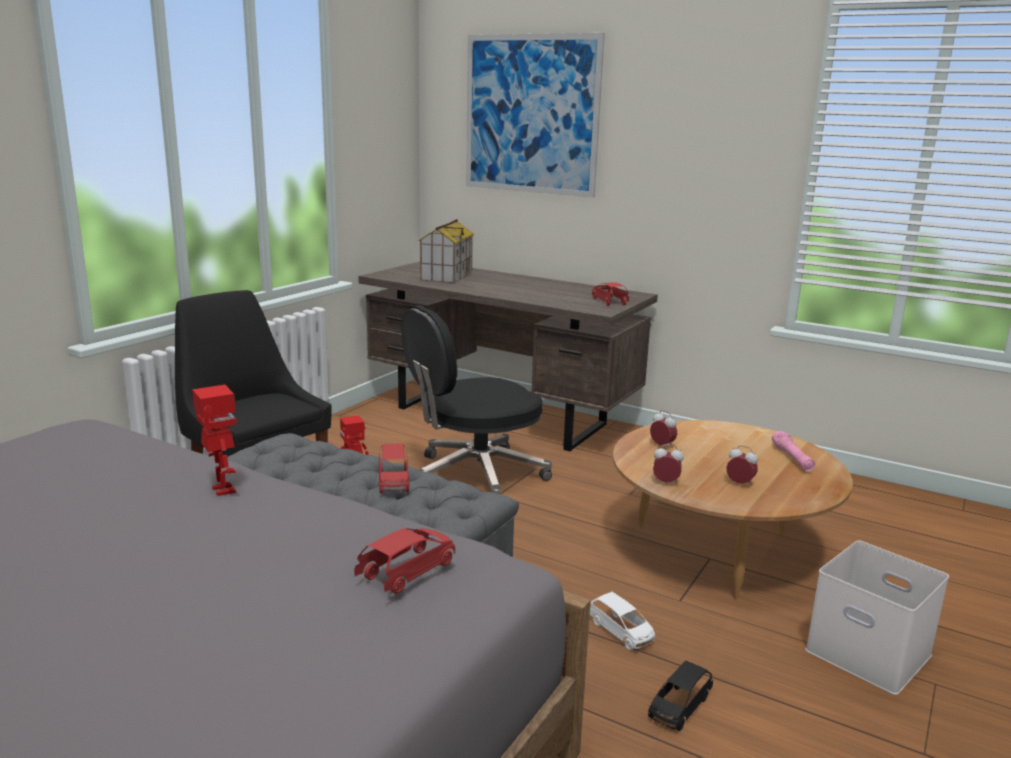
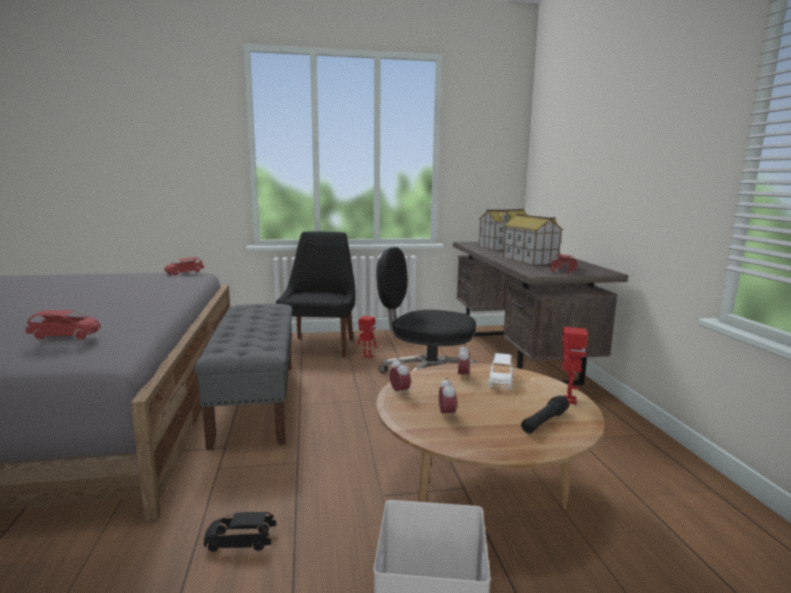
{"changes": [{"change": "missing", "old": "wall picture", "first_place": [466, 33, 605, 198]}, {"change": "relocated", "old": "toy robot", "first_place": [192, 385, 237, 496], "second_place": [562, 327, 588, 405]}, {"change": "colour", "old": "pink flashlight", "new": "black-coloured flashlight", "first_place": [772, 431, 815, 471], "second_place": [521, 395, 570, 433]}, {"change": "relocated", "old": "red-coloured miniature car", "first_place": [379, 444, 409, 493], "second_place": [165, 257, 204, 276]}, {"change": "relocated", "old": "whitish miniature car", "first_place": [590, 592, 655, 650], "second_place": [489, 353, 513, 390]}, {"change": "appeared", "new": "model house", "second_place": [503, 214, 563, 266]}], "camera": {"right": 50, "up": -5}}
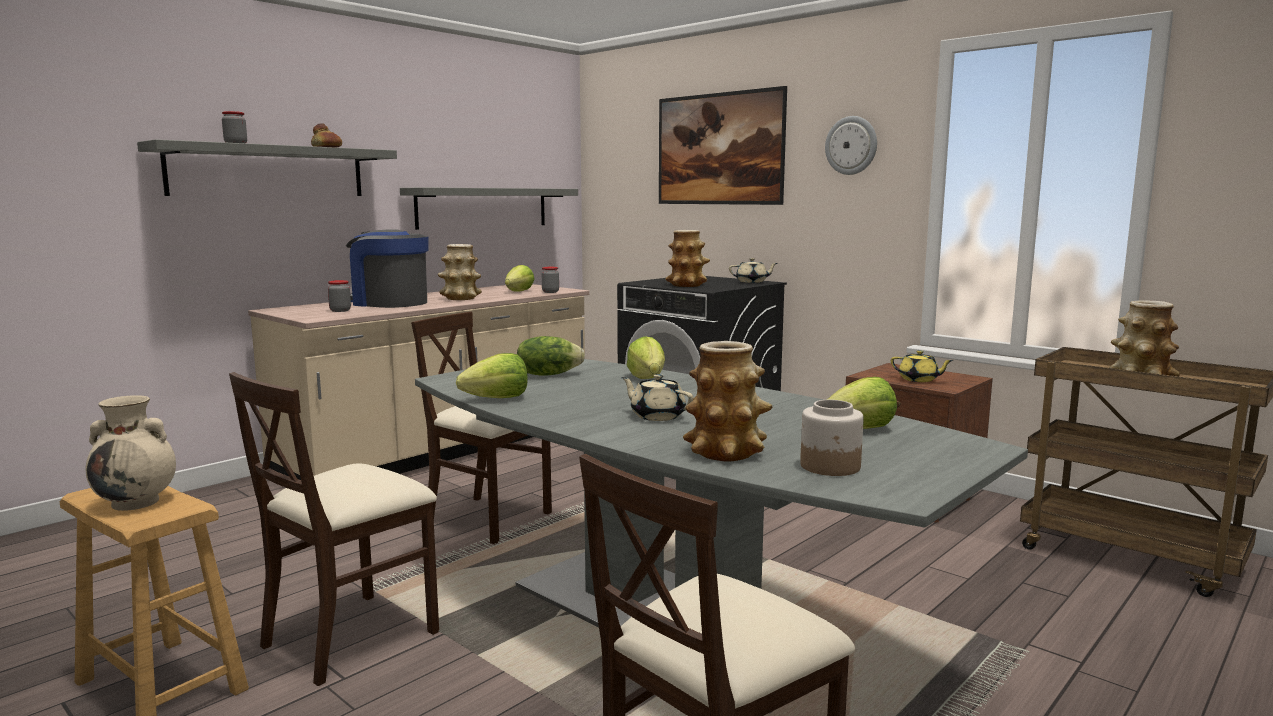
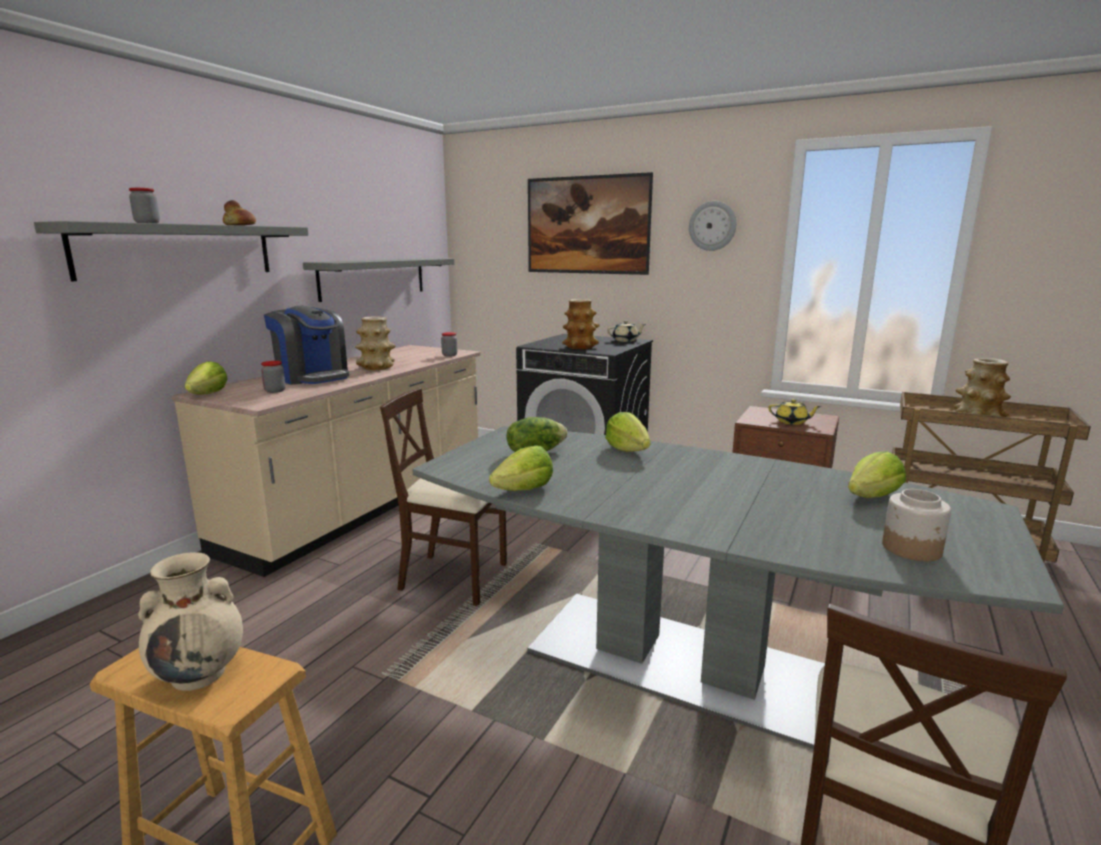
{"changes": [{"change": "spun", "old": "coffee brewer", "first_place": [346, 229, 429, 308], "second_place": [264, 306, 349, 385], "degrees": -150}, {"change": "relocated", "old": "head of lettuce", "first_place": [505, 265, 535, 292], "second_place": [185, 361, 228, 395]}, {"change": "missing", "old": "flower vase", "first_place": [683, 341, 772, 462]}, {"change": "missing", "old": "sand-coloured plain chair", "first_place": [229, 372, 439, 686]}, {"change": "missing", "old": "sand-coloured teapot", "first_place": [621, 374, 694, 421]}], "camera": {"right": -15, "up": 5}}
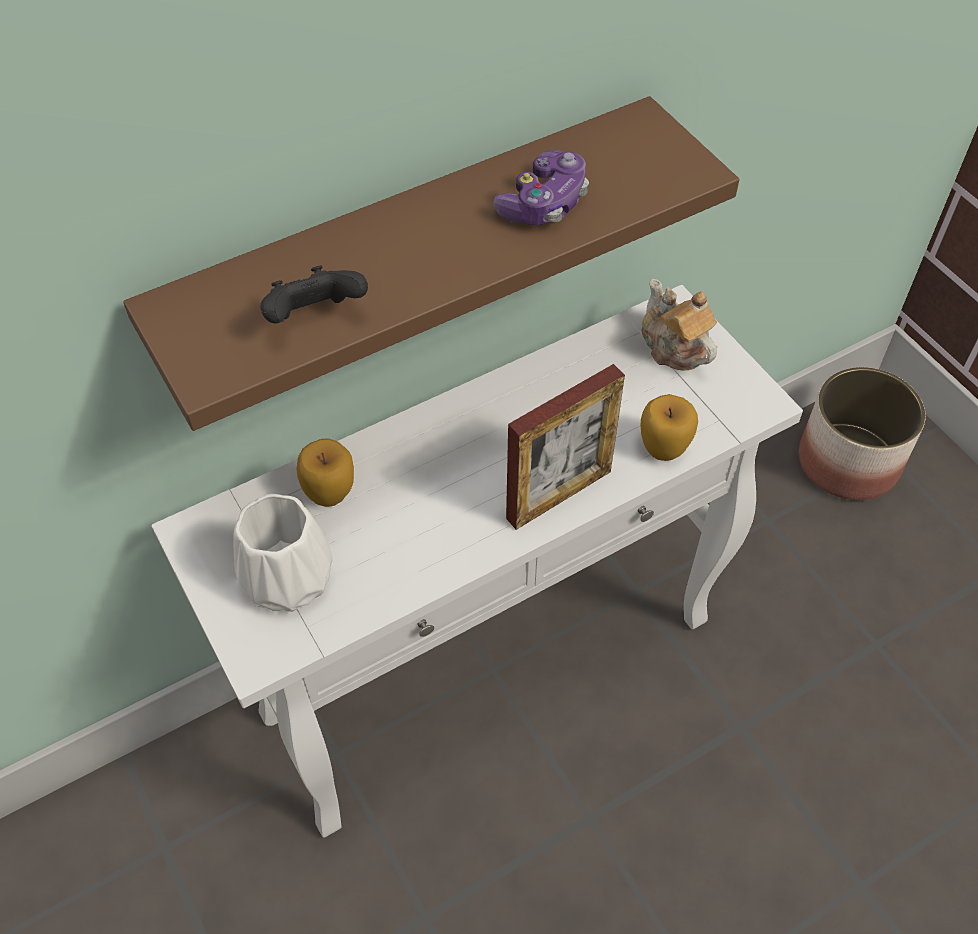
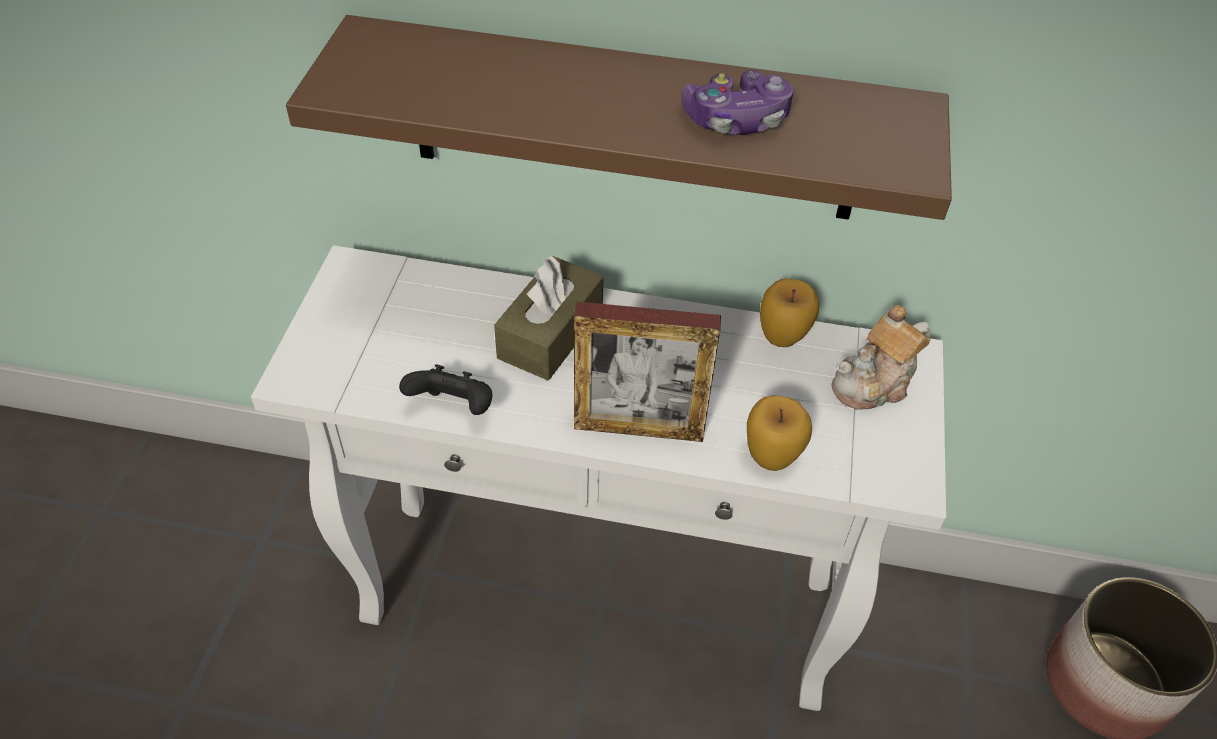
{"changes": [{"change": "relocated", "old": "black-coloured game controller", "first_place": [261, 266, 368, 323], "second_place": [399, 364, 492, 415]}, {"change": "spun", "old": "teapot", "first_place": [641, 279, 717, 371], "second_place": [832, 305, 930, 410], "degrees": -135}, {"change": "relocated", "old": "apple", "first_place": [296, 438, 354, 507], "second_place": [760, 279, 819, 347]}, {"change": "missing", "old": "whitish flower vase", "first_place": [233, 494, 333, 612]}, {"change": "appeared", "new": "brown tissue holder", "second_place": [494, 256, 604, 380]}], "camera": {"right": 40, "up": -5}}
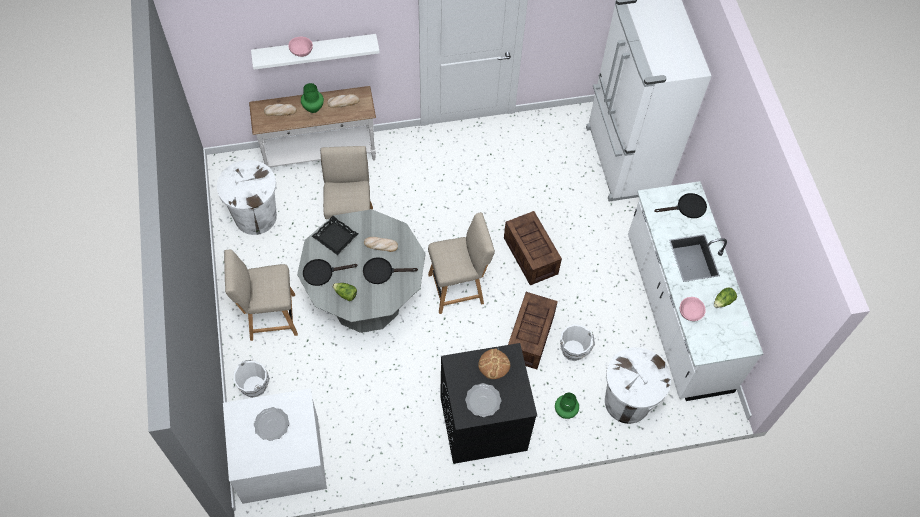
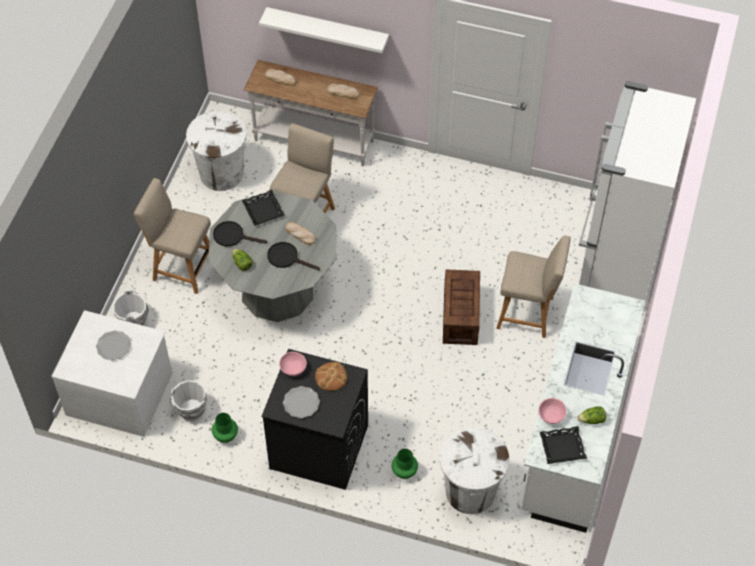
{"changes": [{"change": "relocated", "old": "pink deep dish", "first_place": [288, 37, 313, 57], "second_place": [279, 352, 307, 376]}, {"change": "relocated", "old": "green flower vase", "first_place": [301, 83, 324, 113], "second_place": [212, 413, 238, 443]}, {"change": "missing", "old": "black-coloured skillet", "first_place": [654, 193, 707, 218]}, {"change": "relocated", "old": "sand-coloured plain chair", "first_place": [428, 212, 495, 314], "second_place": [496, 235, 571, 338]}, {"change": "missing", "old": "packing crate", "first_place": [508, 292, 558, 369]}, {"change": "relocated", "old": "whitish bucket", "first_place": [560, 324, 595, 361], "second_place": [170, 380, 207, 421]}, {"change": "appeared", "new": "black-coloured tray", "second_place": [540, 426, 587, 464]}], "camera": {"right": 30, "up": -5}}
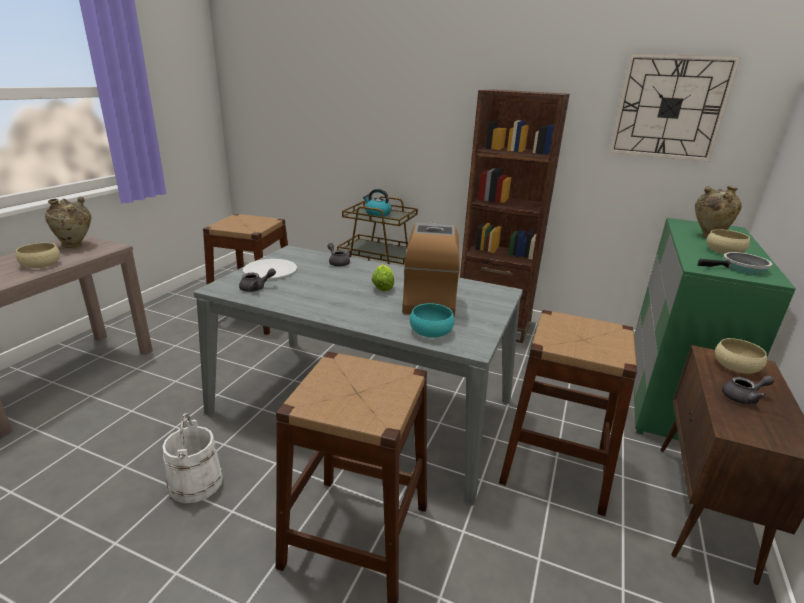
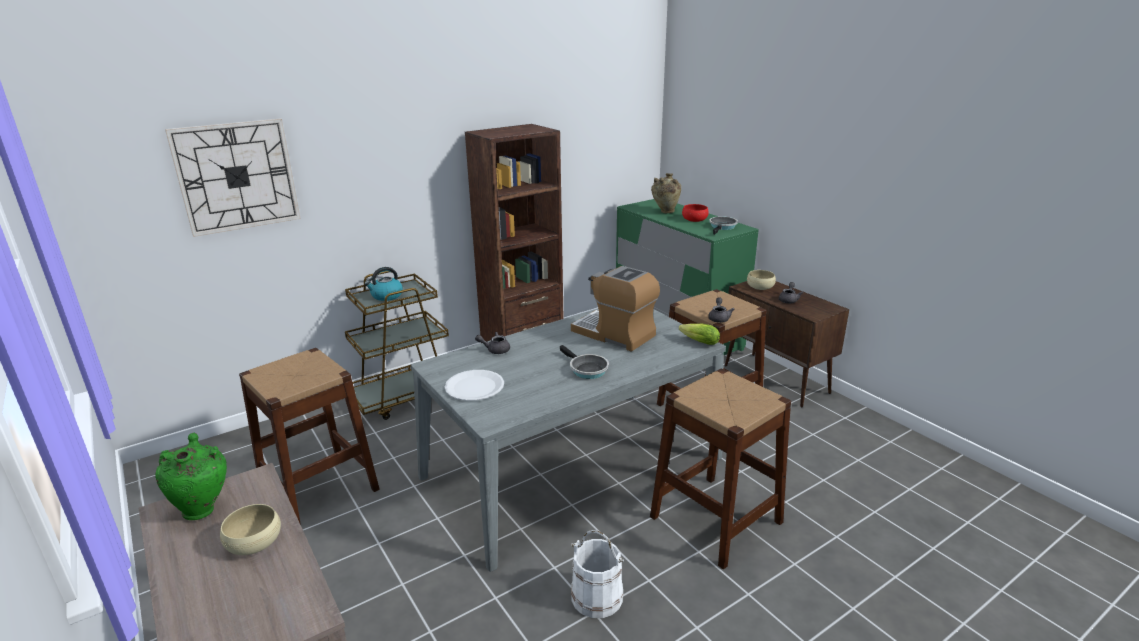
{"changes": [{"change": "relocated", "old": "hanging clock", "first_place": [609, 54, 741, 162], "second_place": [165, 118, 301, 237]}, {"change": "colour", "old": "sand-coloured flower vase", "new": "green flower vase", "first_place": [45, 197, 92, 248], "second_place": [155, 433, 227, 520]}, {"change": "colour", "old": "sand-coloured deep dish", "new": "red-coloured deep dish", "first_place": [706, 229, 750, 254], "second_place": [682, 204, 709, 222]}, {"change": "relocated", "old": "head of lettuce", "first_place": [372, 265, 394, 292], "second_place": [679, 323, 720, 345]}, {"change": "relocated", "old": "greyish teapot", "first_place": [239, 268, 276, 292], "second_place": [708, 297, 734, 323]}, {"change": "missing", "old": "blue-green deep dish", "first_place": [410, 303, 454, 338]}, {"change": "appeared", "new": "skillet", "second_place": [560, 345, 609, 379]}], "camera": {"right": -55, "up": 0}}
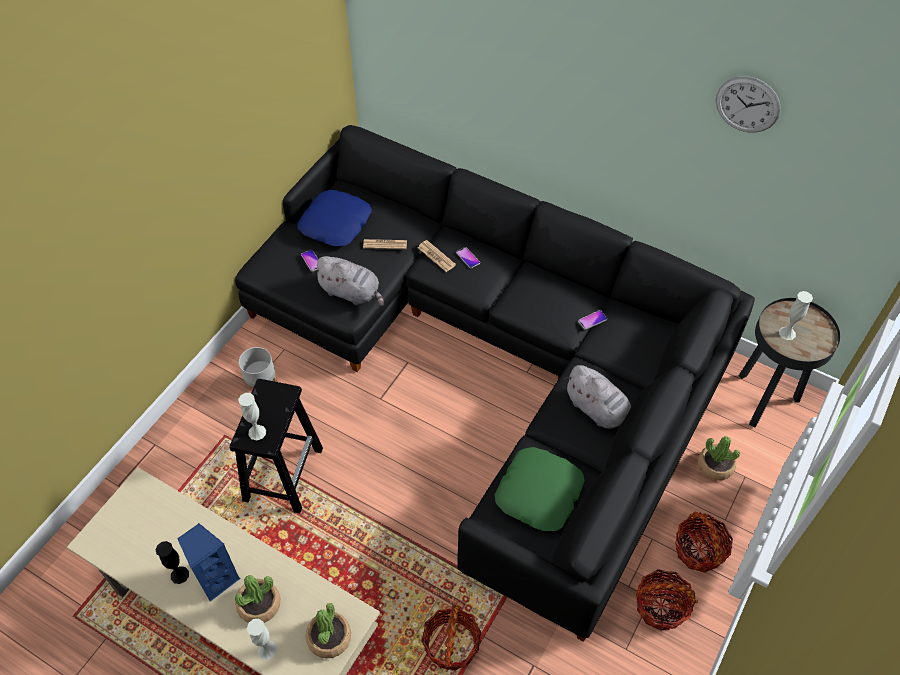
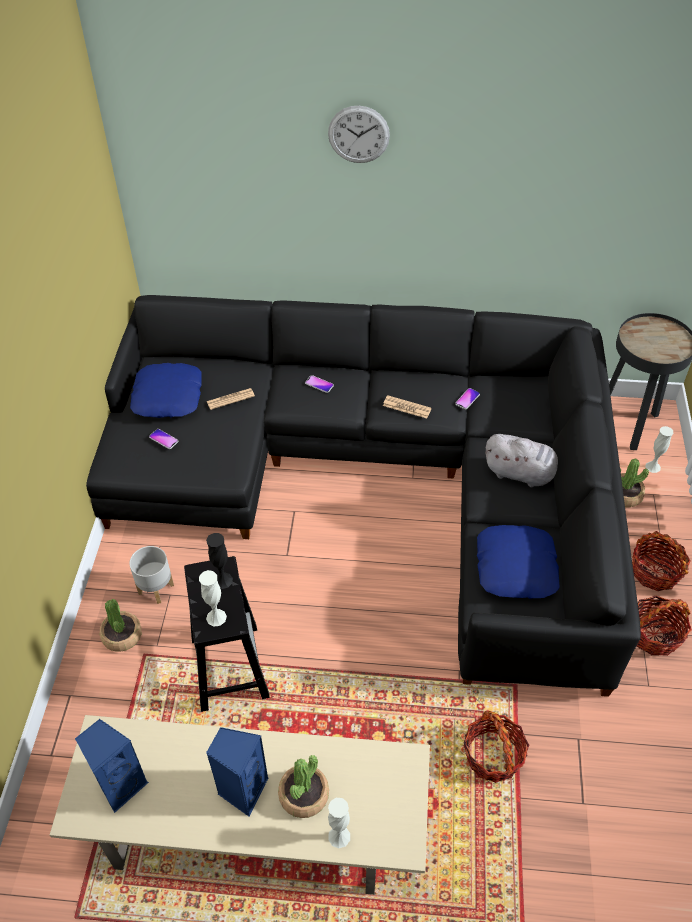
{"changes": [{"change": "relocated", "old": "hanging clock", "first_place": [716, 76, 781, 133], "second_place": [328, 106, 390, 163]}, {"change": "relocated", "old": "printed paper", "first_place": [418, 240, 456, 272], "second_place": [383, 395, 432, 419]}, {"change": "missing", "old": "greyish soft toy", "first_place": [313, 256, 384, 306]}, {"change": "relocated", "old": "whitish flower vase", "first_place": [779, 291, 813, 340], "second_place": [645, 426, 674, 473]}, {"change": "colour", "old": "green cushion", "new": "blue-coloured cushion", "first_place": [495, 447, 585, 531], "second_place": [477, 525, 560, 599]}, {"change": "relocated", "old": "black-coloured flower vase", "first_place": [156, 541, 189, 584], "second_place": [206, 533, 233, 589]}, {"change": "relocated", "old": "plant in a pot", "first_place": [306, 602, 351, 659], "second_place": [100, 599, 142, 651]}, {"change": "appeared", "new": "blue-coloured audio speaker", "second_place": [75, 719, 149, 813]}], "camera": {"right": -25, "up": -5}}
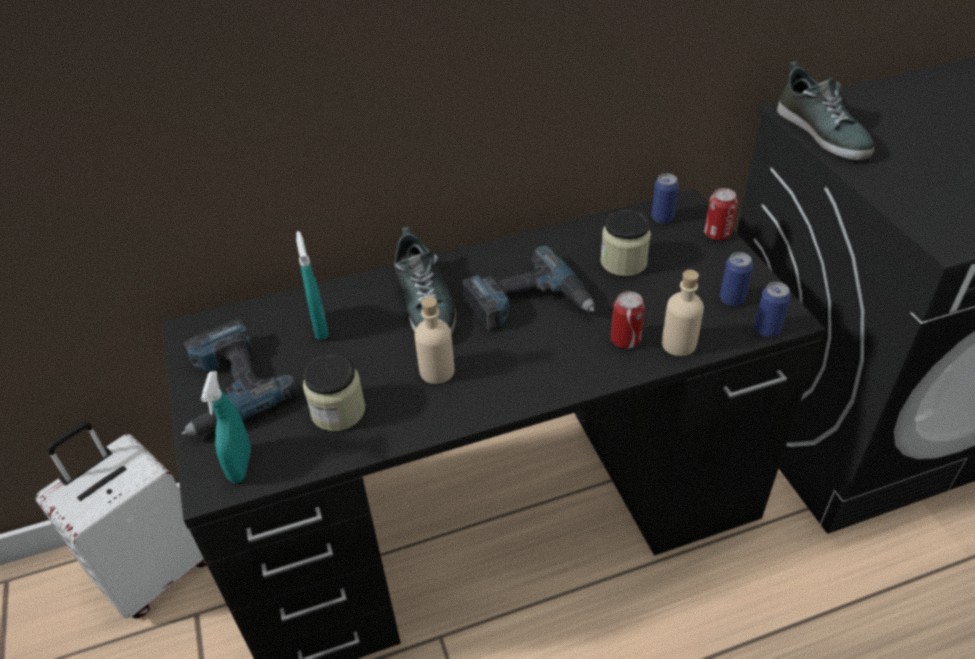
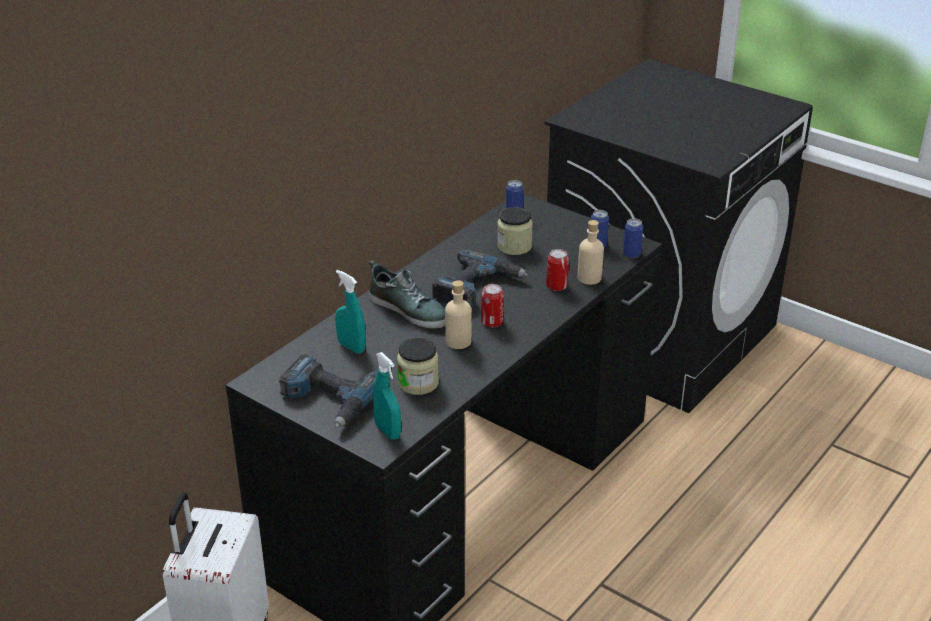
{"changes": [{"change": "missing", "old": "shoe", "first_place": [777, 61, 874, 160]}, {"change": "relocated", "old": "sealed can", "first_place": [704, 188, 738, 240], "second_place": [481, 284, 504, 328]}], "camera": {"right": -35, "up": -10}}
